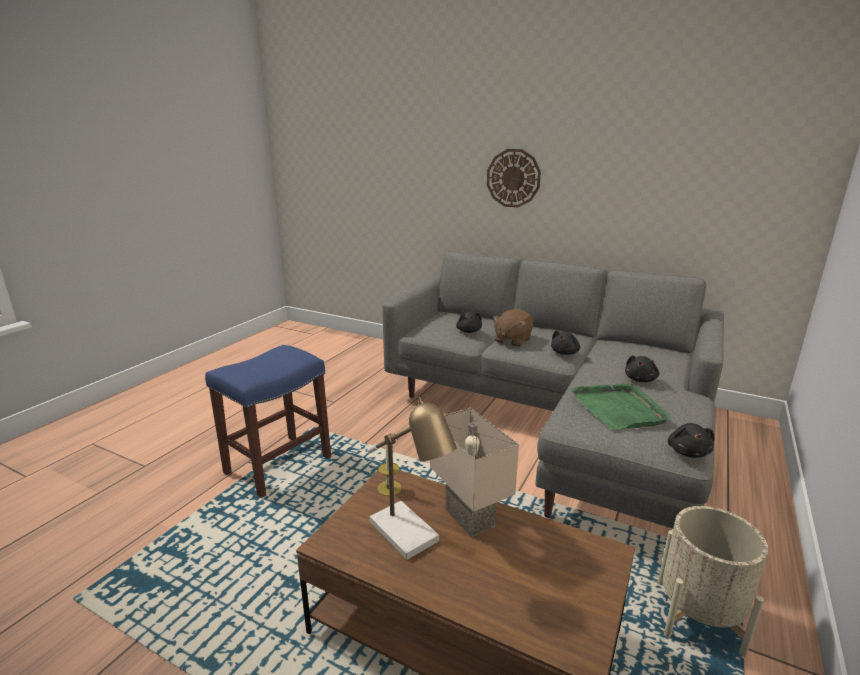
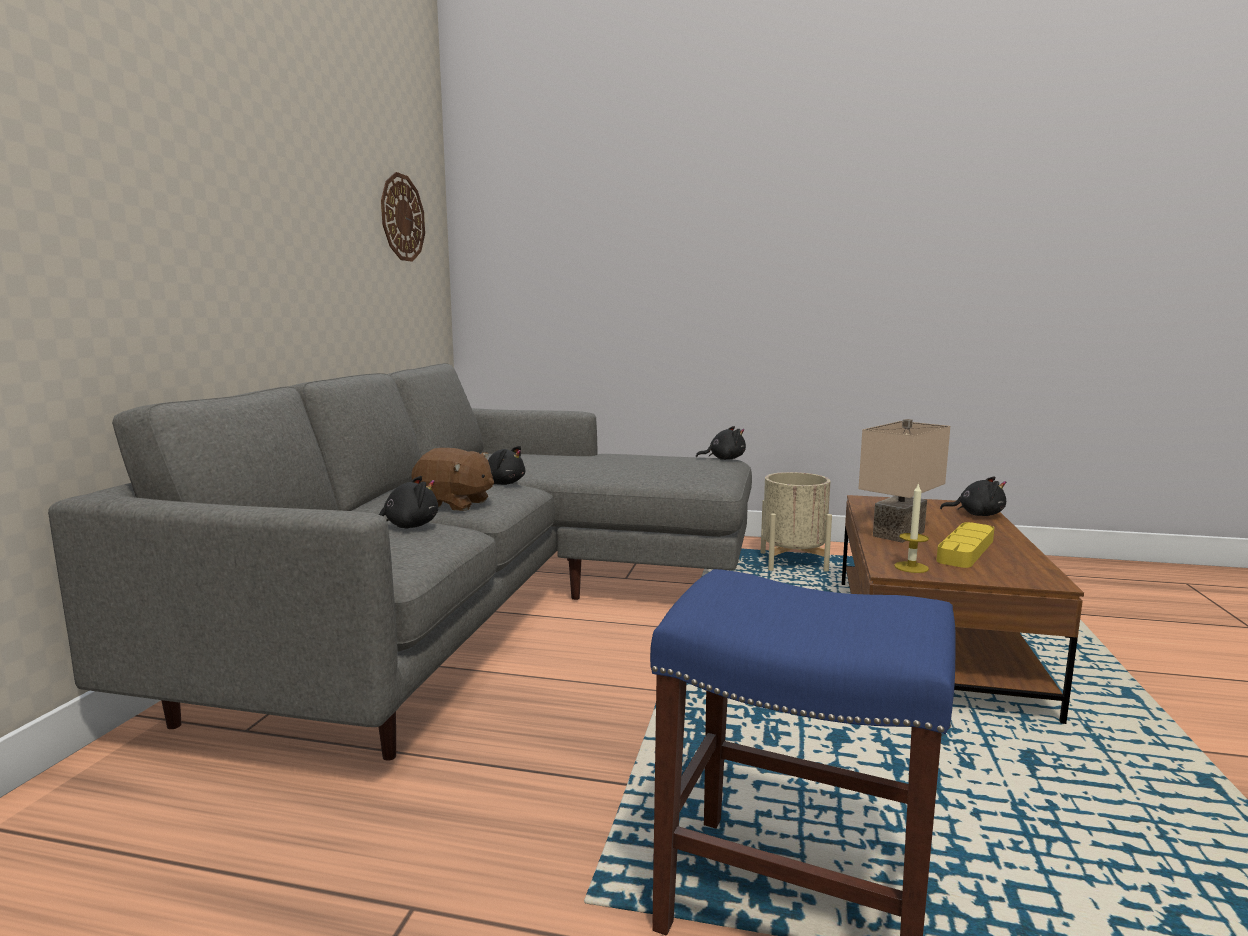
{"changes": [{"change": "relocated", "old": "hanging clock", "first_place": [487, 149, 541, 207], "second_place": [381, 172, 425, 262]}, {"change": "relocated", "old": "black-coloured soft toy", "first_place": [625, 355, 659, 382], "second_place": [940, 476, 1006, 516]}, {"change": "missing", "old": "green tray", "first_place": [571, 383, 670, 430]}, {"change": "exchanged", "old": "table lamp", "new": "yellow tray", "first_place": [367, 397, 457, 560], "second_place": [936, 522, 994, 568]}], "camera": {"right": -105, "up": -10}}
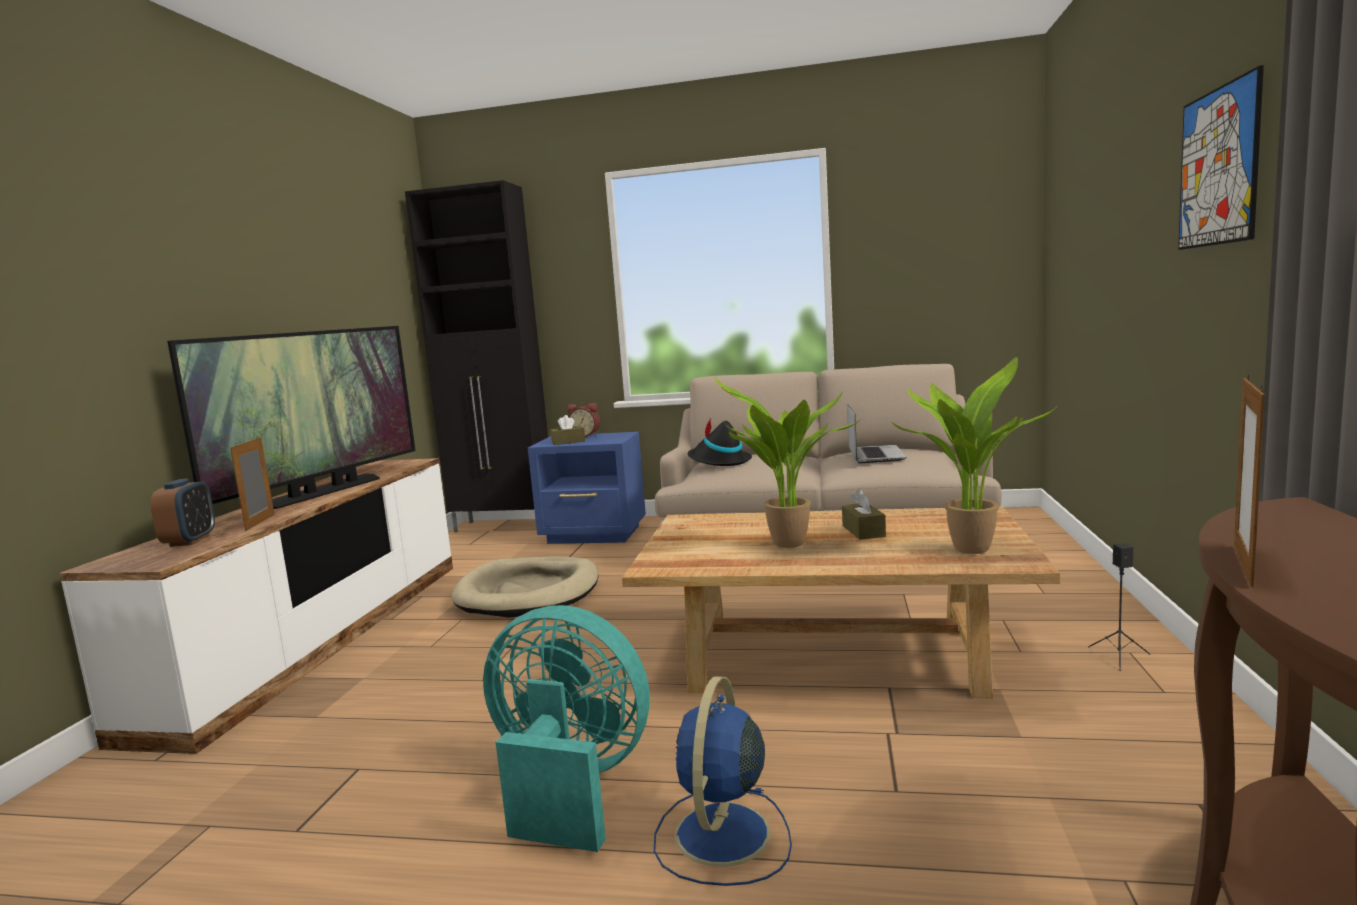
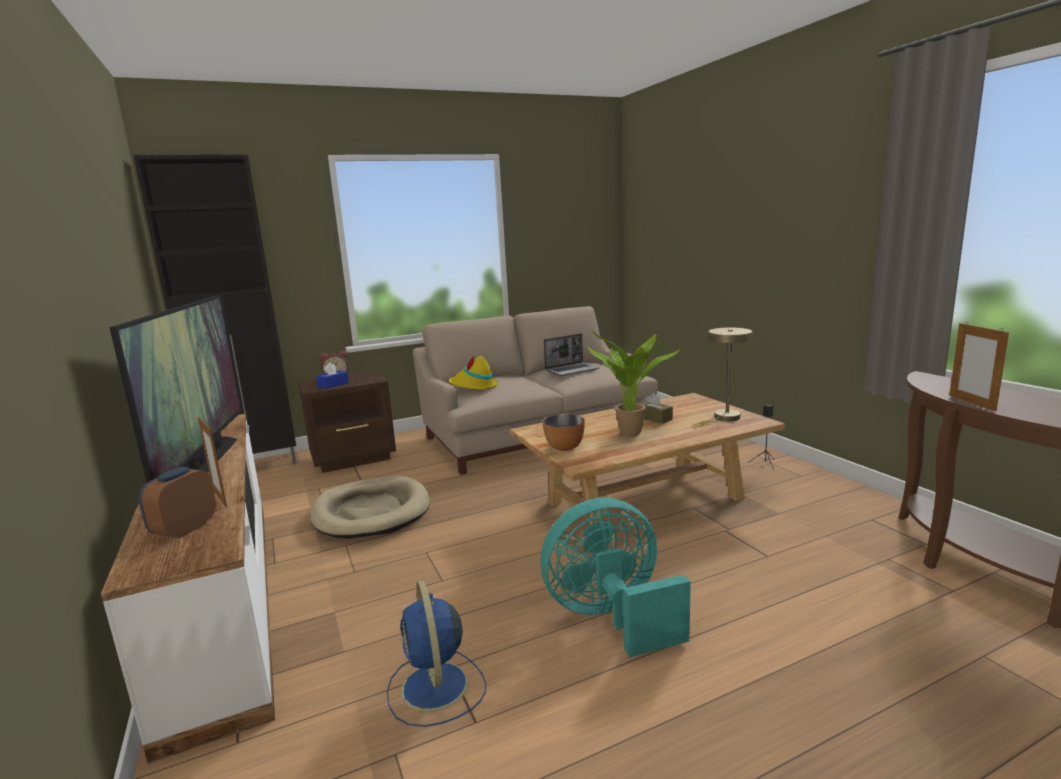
{"changes": [{"change": "missing", "old": "wall picture", "first_place": [1178, 65, 1264, 250]}, {"change": "exchanged", "old": "plant in a pot", "new": "sand-coloured table lamp", "first_place": [892, 357, 1055, 554], "second_place": [694, 328, 752, 426]}, {"change": "spun", "old": "notebook computer", "first_place": [847, 404, 907, 463], "second_place": [543, 334, 600, 376], "degrees": 90}, {"change": "colour", "old": "brown tissue holder", "new": "blue-coloured tissue holder", "first_place": [550, 415, 585, 445], "second_place": [316, 363, 349, 389]}, {"change": "colour", "old": "black-coloured wearable hat", "new": "yellow wearable hat", "first_place": [688, 418, 752, 466], "second_place": [449, 355, 499, 390]}, {"change": "colour", "old": "blue-coloured night table", "new": "brown night table", "first_place": [528, 432, 646, 544], "second_place": [299, 370, 396, 473]}, {"change": "spun", "old": "bedside clock", "first_place": [150, 479, 215, 547], "second_place": [139, 467, 216, 539], "degrees": -120}, {"change": "relocated", "old": "blue-coloured fan", "first_place": [654, 676, 792, 886], "second_place": [387, 580, 486, 727]}, {"change": "appeared", "new": "deep dish", "second_place": [543, 414, 585, 451]}], "camera": {"right": -35, "up": 5}}
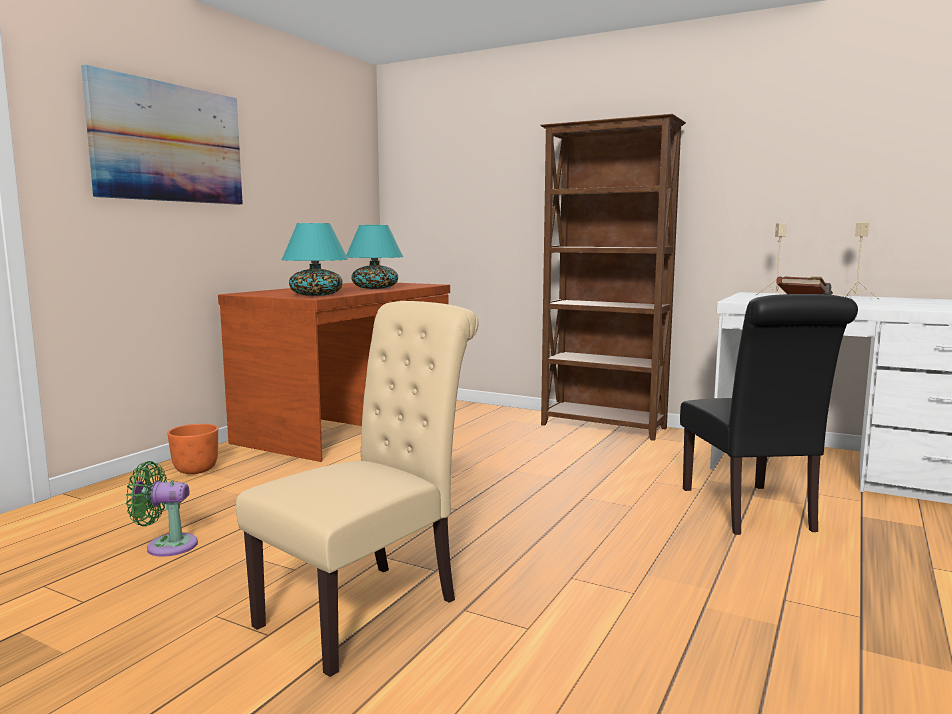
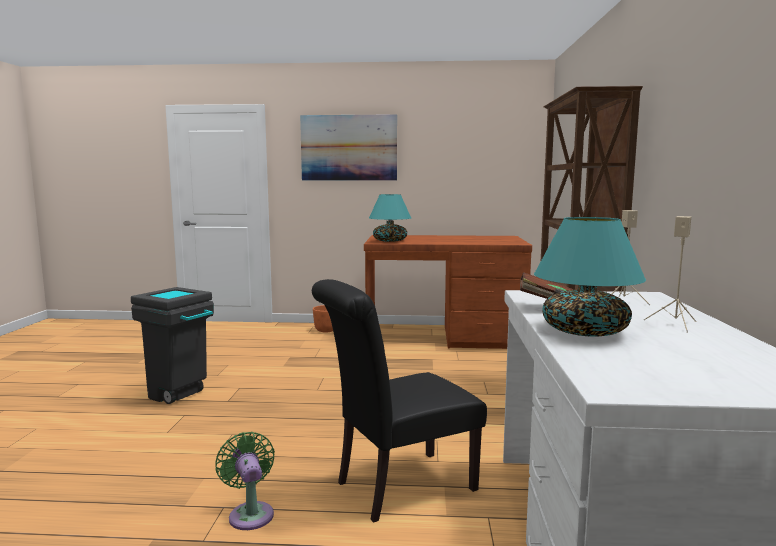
{"changes": [{"change": "relocated", "old": "blue-green table lamp", "first_place": [346, 225, 403, 289], "second_place": [534, 217, 646, 337]}, {"change": "exchanged", "old": "sand-coloured plain chair", "new": "greyish trash can", "first_place": [236, 301, 479, 677], "second_place": [131, 287, 214, 404]}, {"change": "relocated", "old": "green fan", "first_place": [126, 461, 198, 557], "second_place": [215, 432, 275, 530]}], "camera": {"right": 65, "up": 0}}
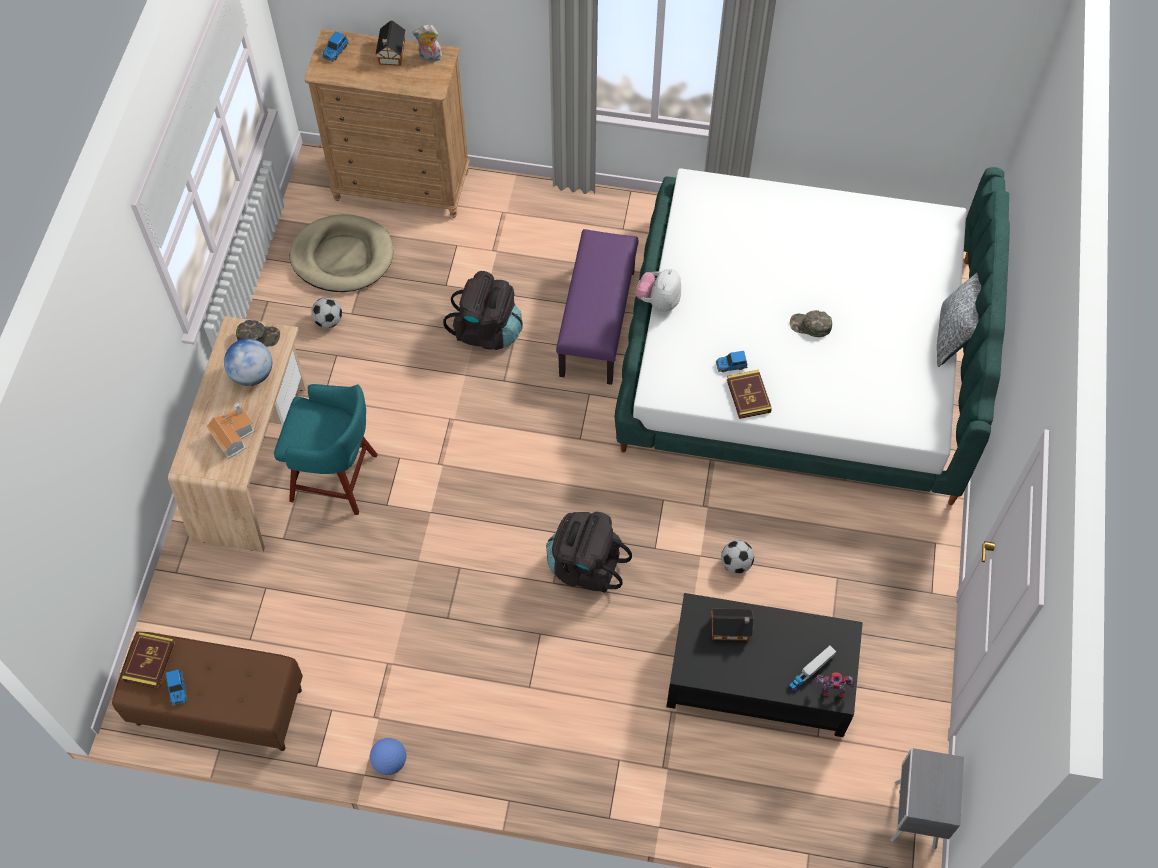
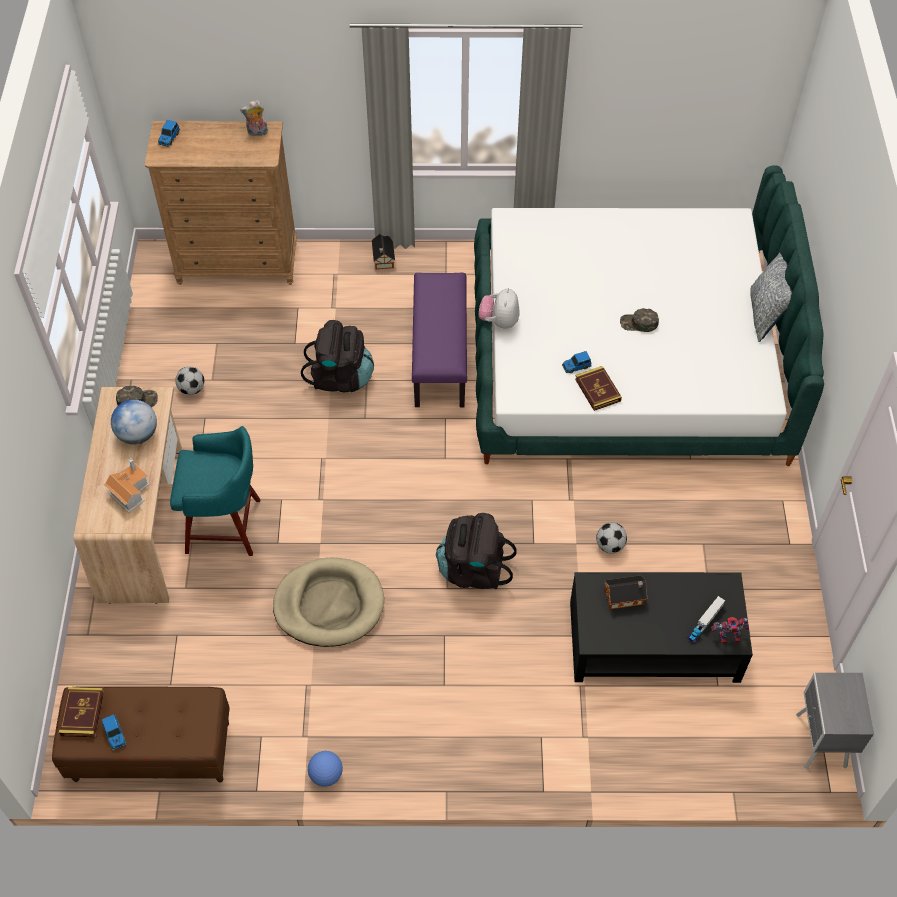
{"changes": [{"change": "relocated", "old": "model house", "first_place": [375, 21, 406, 66], "second_place": [372, 234, 395, 269]}, {"change": "relocated", "old": "sand-coloured pet bed", "first_place": [290, 214, 393, 292], "second_place": [273, 557, 384, 647]}], "camera": {"right": -10, "up": -5}}
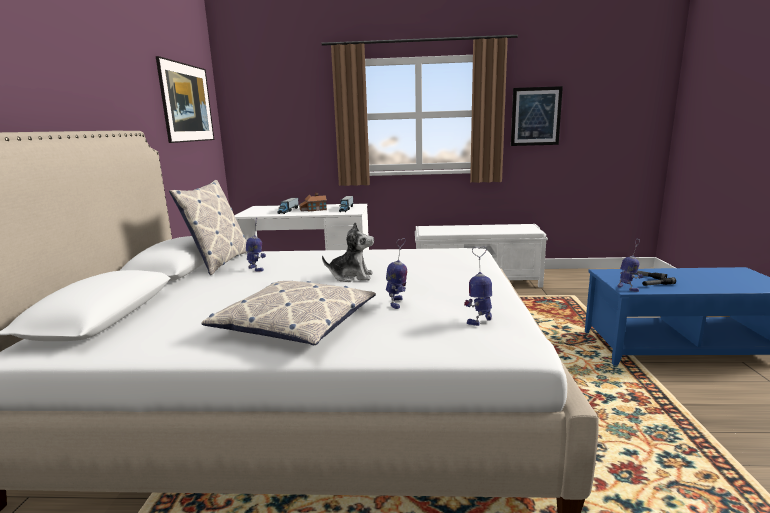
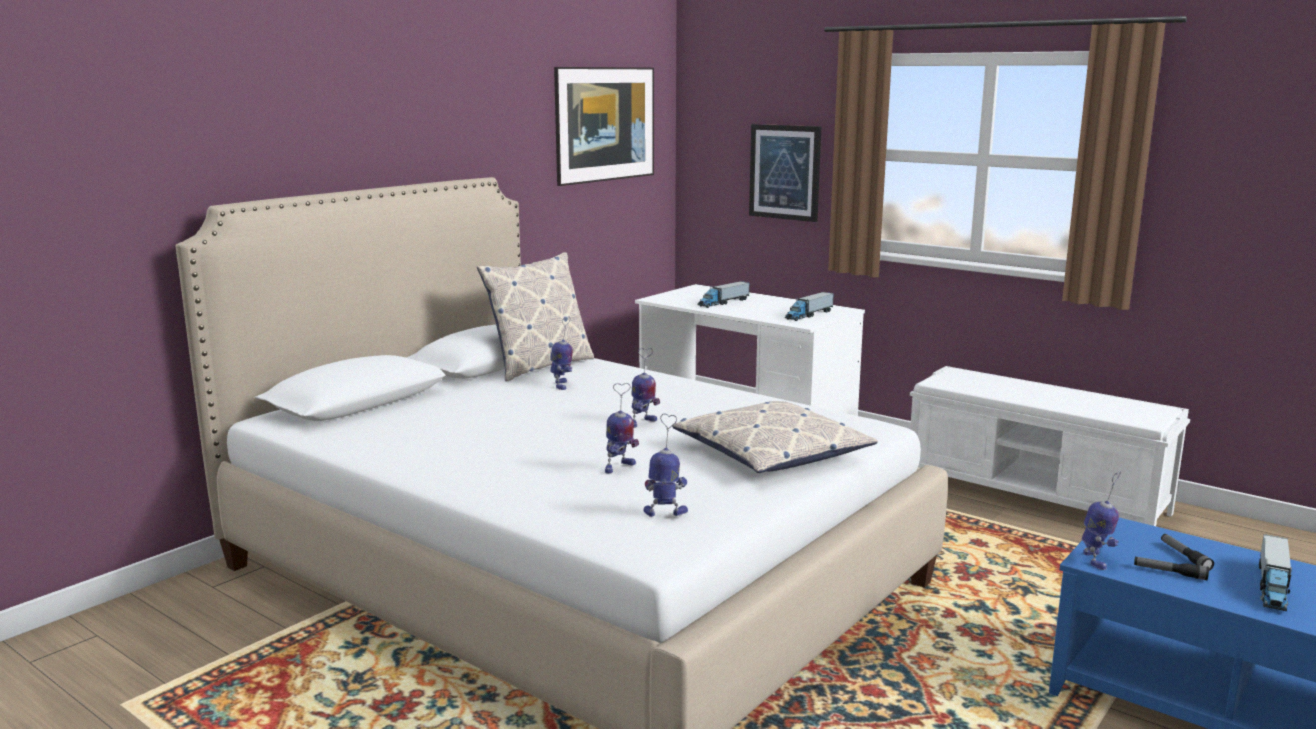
{"changes": [{"change": "relocated", "old": "wall picture", "first_place": [511, 86, 563, 146], "second_place": [749, 124, 821, 222]}, {"change": "missing", "old": "model house", "first_place": [299, 193, 327, 212]}, {"change": "exchanged", "old": "soft toy", "new": "toy robot", "first_place": [322, 222, 374, 282], "second_place": [632, 348, 660, 428]}, {"change": "relocated", "old": "cushion", "first_place": [201, 281, 376, 345], "second_place": [672, 401, 878, 473]}, {"change": "appeared", "new": "toy truck", "second_place": [1259, 534, 1292, 611]}], "camera": {"right": 35, "up": 0}}
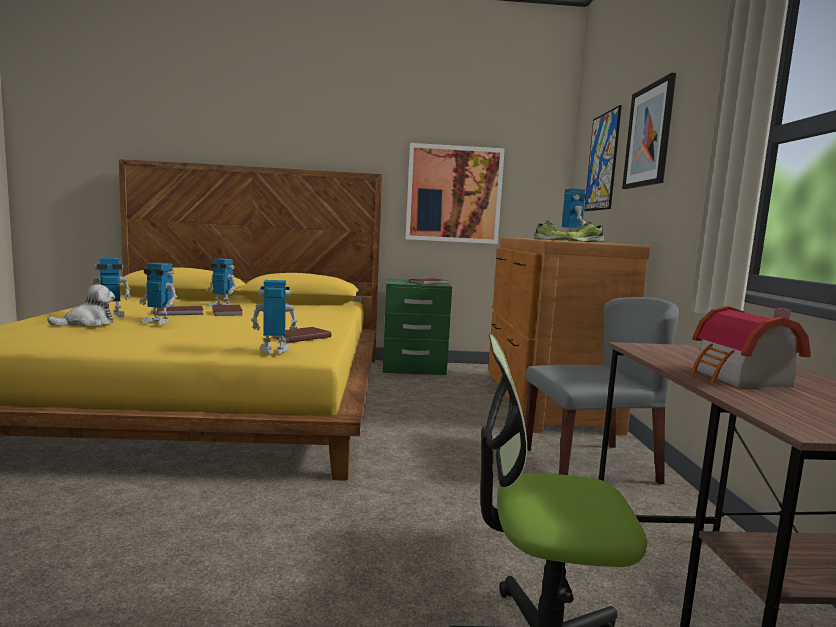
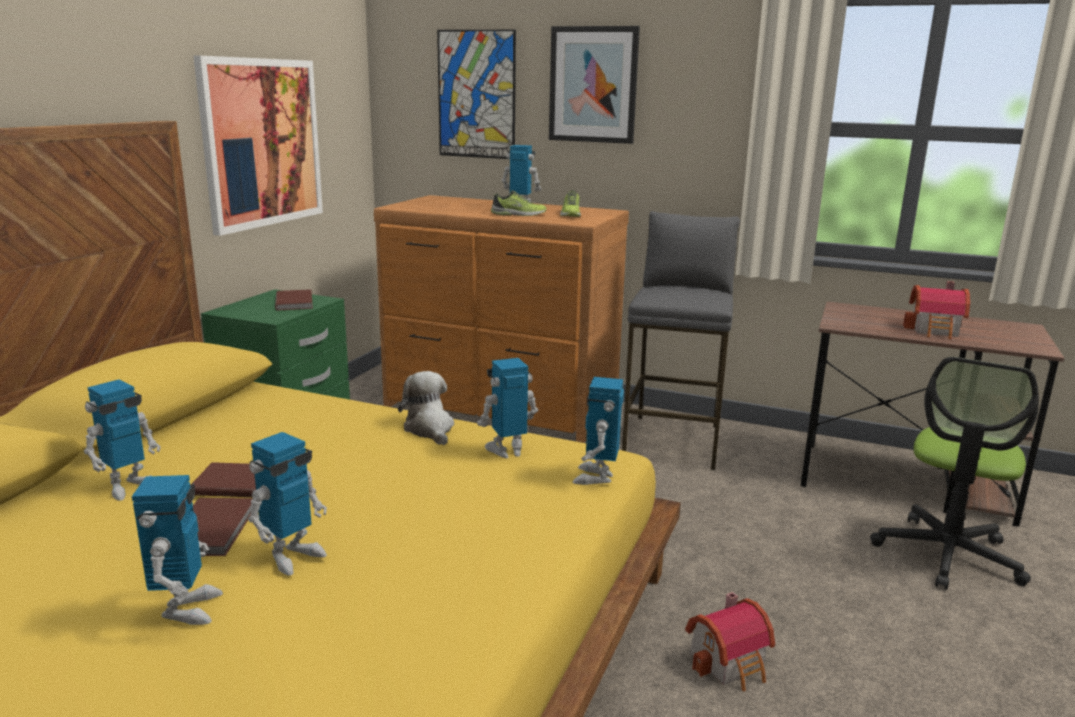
{"changes": [{"change": "relocated", "old": "soft toy", "first_place": [47, 284, 115, 326], "second_place": [398, 371, 454, 445]}, {"change": "exchanged", "old": "greyish plain chair", "new": "greyish stool", "first_place": [525, 297, 679, 484], "second_place": [622, 211, 740, 470]}, {"change": "exchanged", "old": "brown book", "new": "toy robot", "first_place": [272, 327, 331, 343], "second_place": [477, 358, 538, 458]}, {"change": "appeared", "new": "model house", "second_place": [685, 592, 775, 691]}], "camera": {"right": -65, "up": 10}}
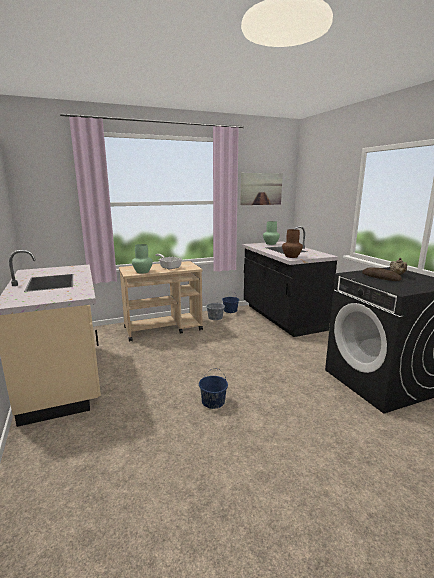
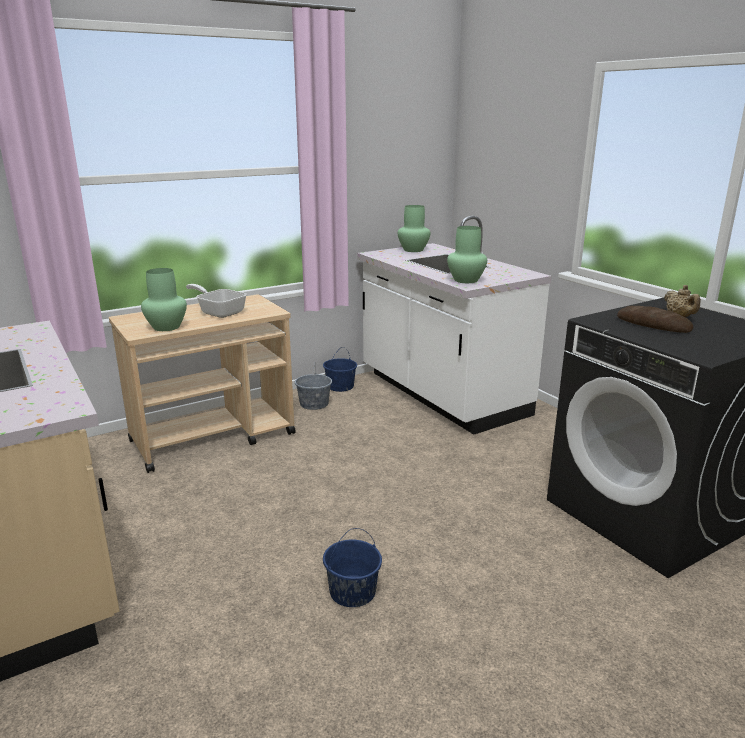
{"changes": [{"change": "missing", "old": "wall picture", "first_place": [240, 173, 283, 205]}, {"change": "colour", "old": "black-coloured counter", "new": "whitish counter", "first_place": [242, 226, 338, 337], "second_place": [357, 216, 552, 435]}, {"change": "colour", "old": "brown flower vase", "new": "green flower vase", "first_place": [282, 229, 303, 258], "second_place": [447, 226, 487, 283]}], "camera": {"right": -10, "up": 5}}
